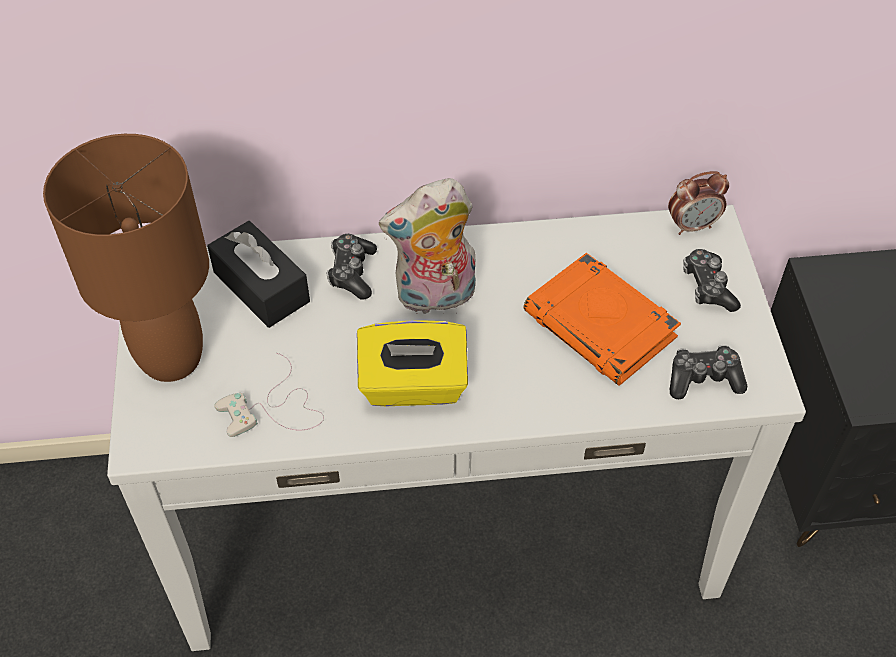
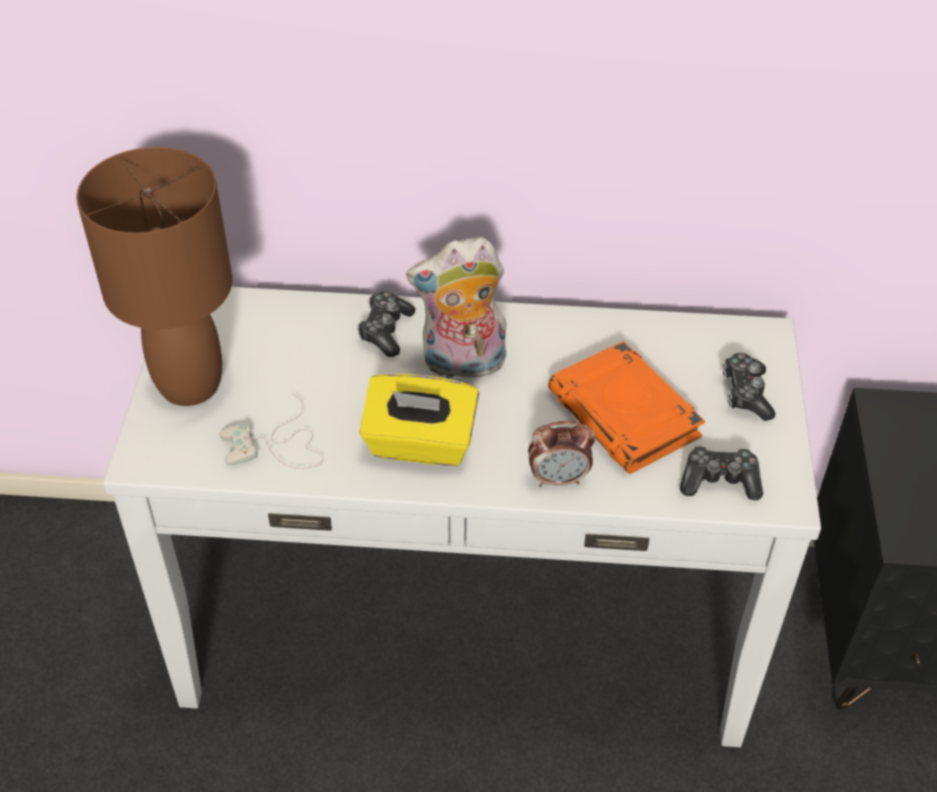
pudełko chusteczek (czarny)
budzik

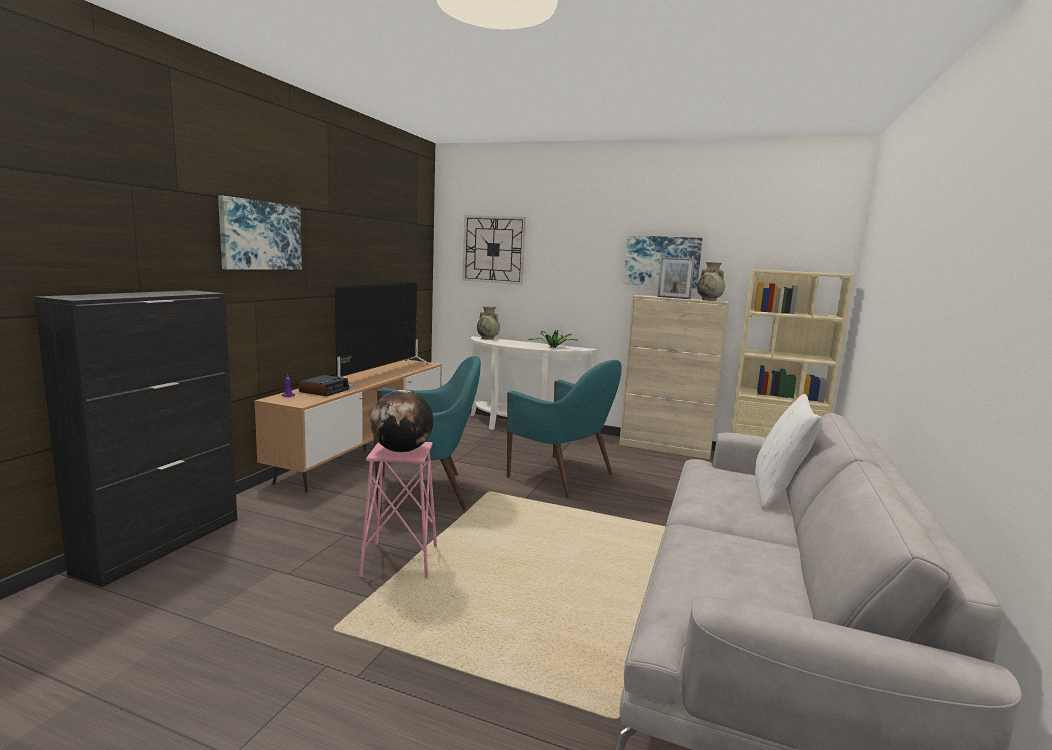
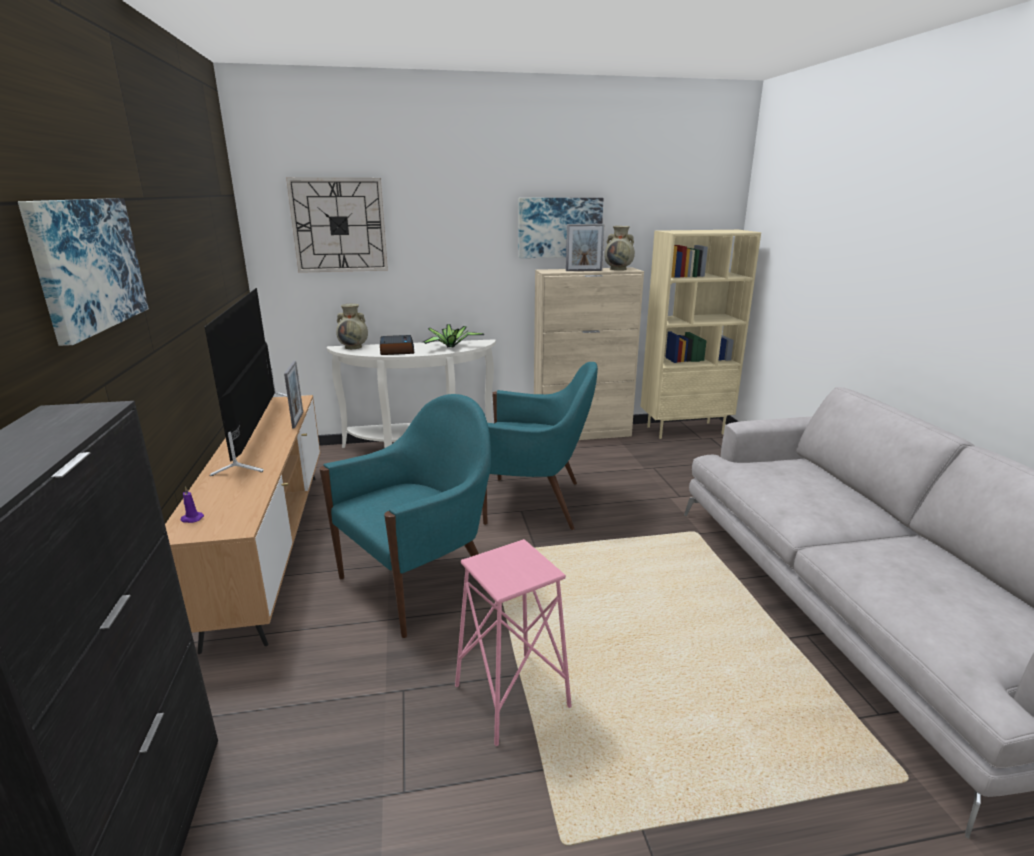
budzik
globus
poduszka (biały)
ramka na zdjęcie (1st from left)

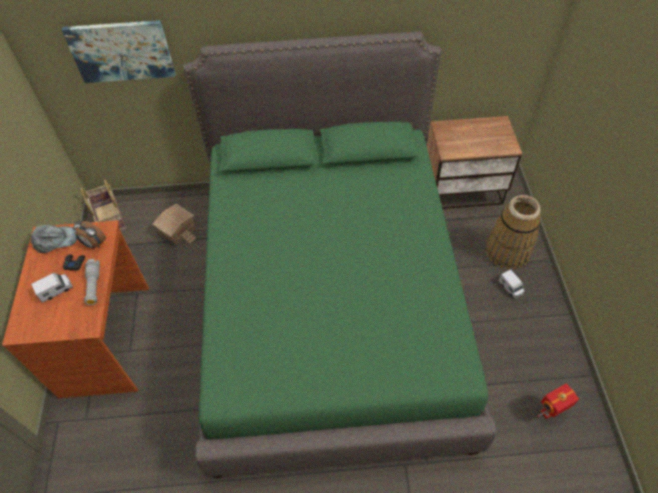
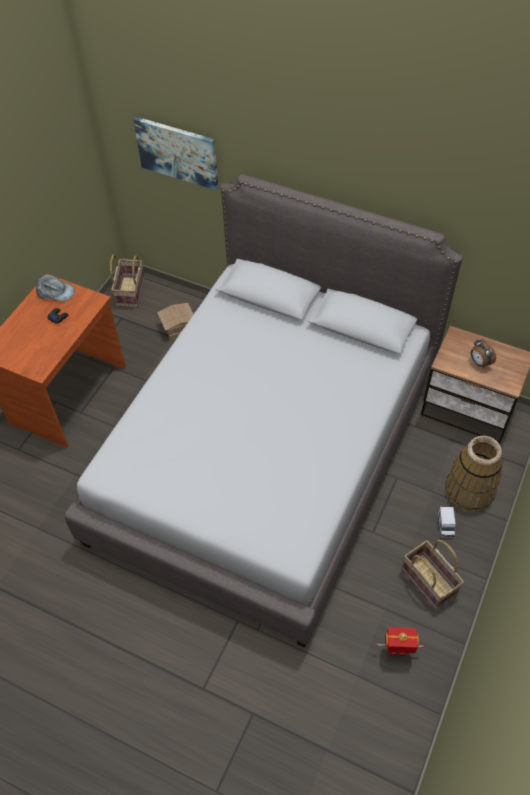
ciężarówka zabawkowa (1st from left in the first image)
budzik
latarka (szary)
łóżko (szary)
koszyk (2nd from left)

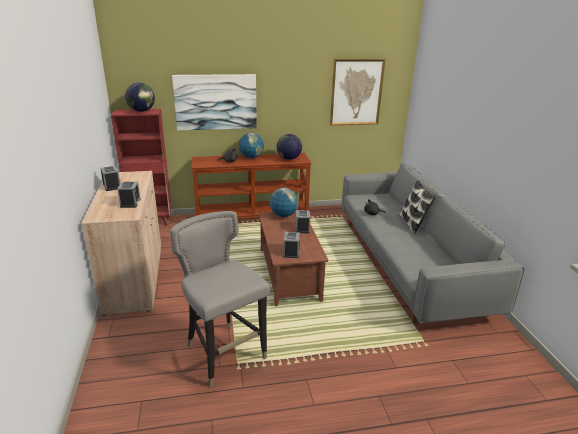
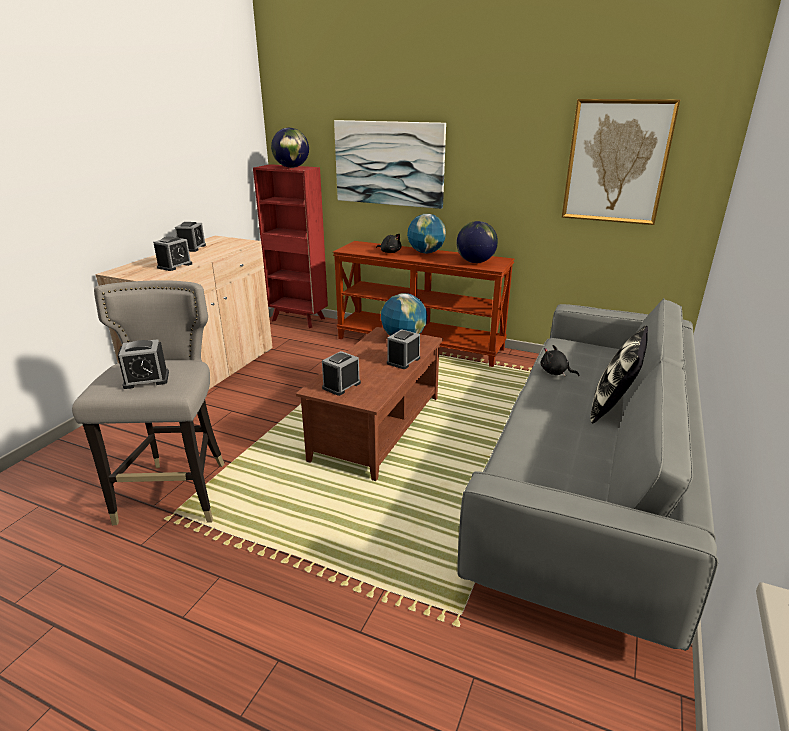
budzik (1st from left)

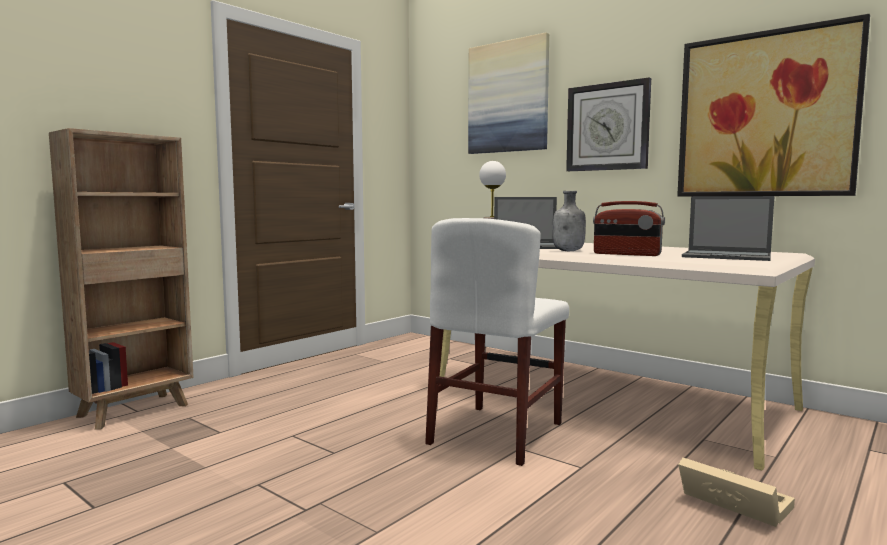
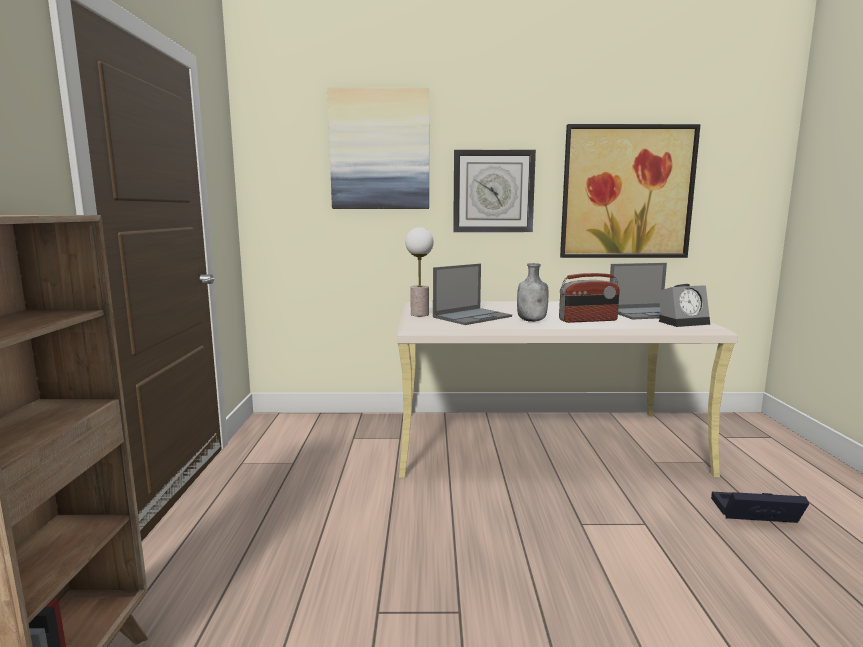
krzesło (biały)
pojemnik do przechowywania (czarny)
budzik

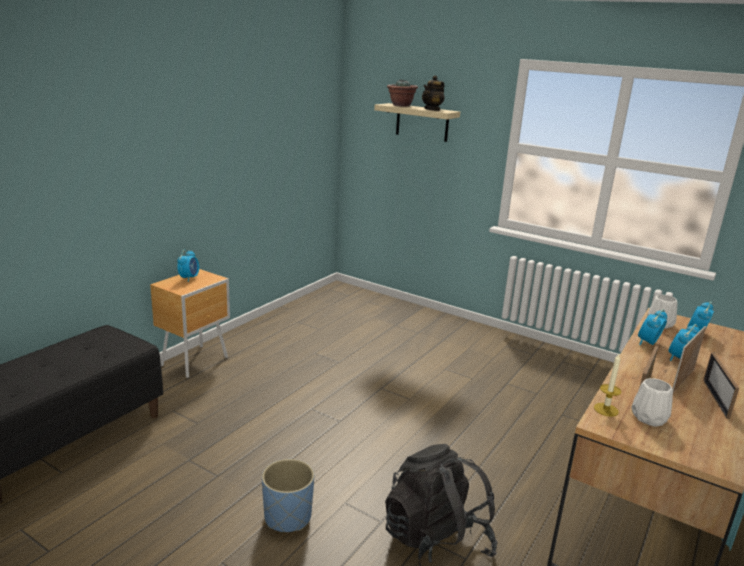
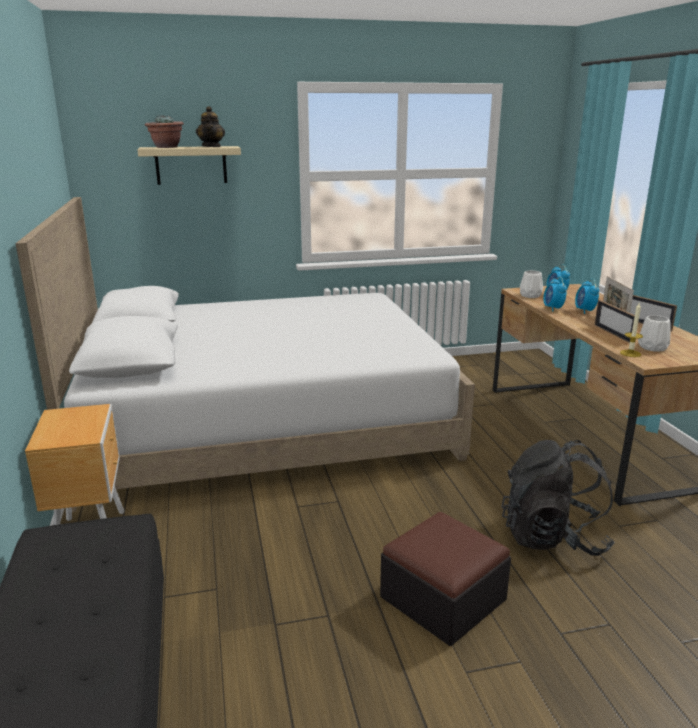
budzik (1st from left in the first image)
pufa
łóżko (biały)

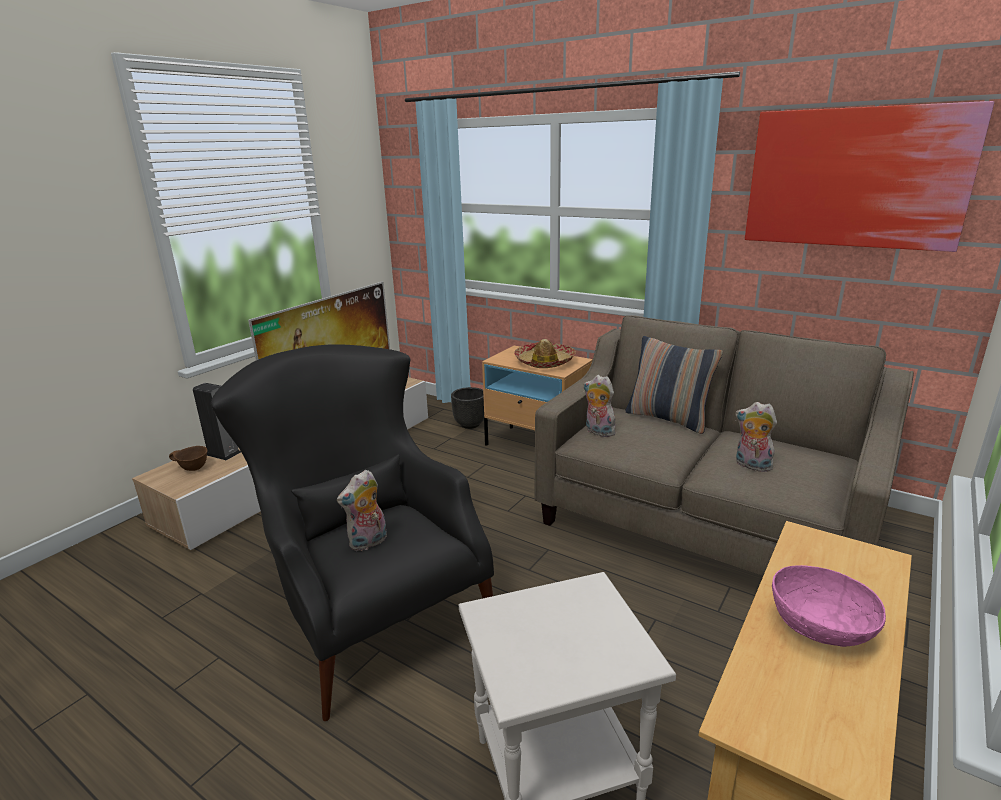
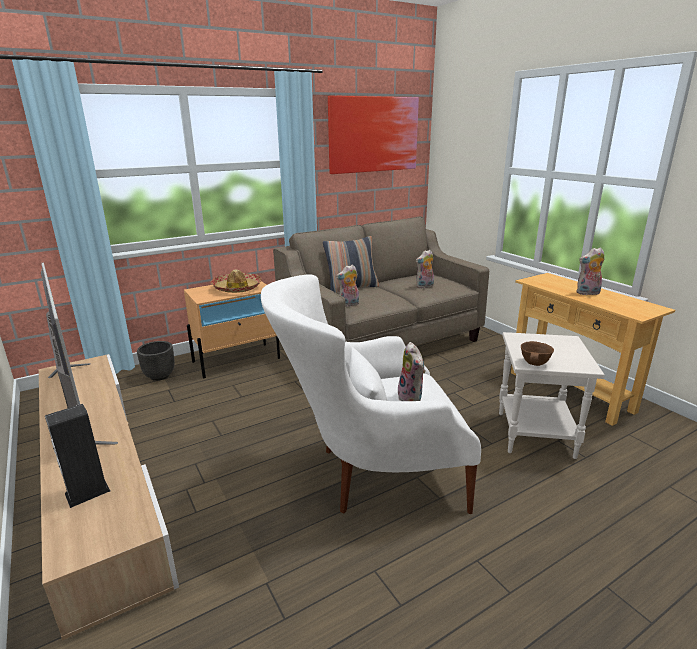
miska (brązowy)
fotel (biały)
pluszak (4th from left)

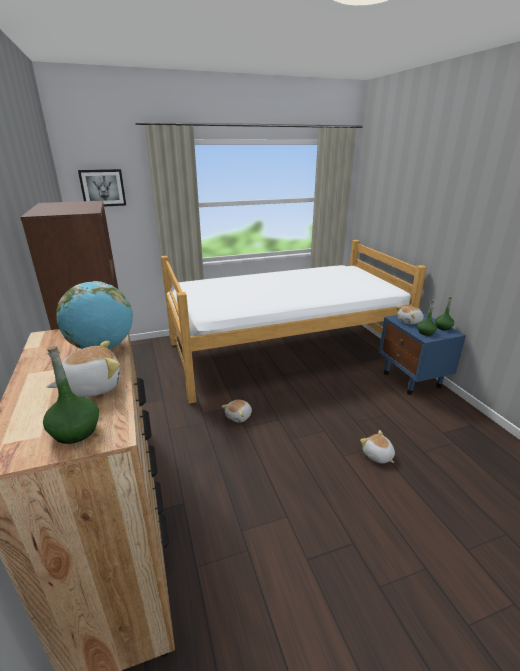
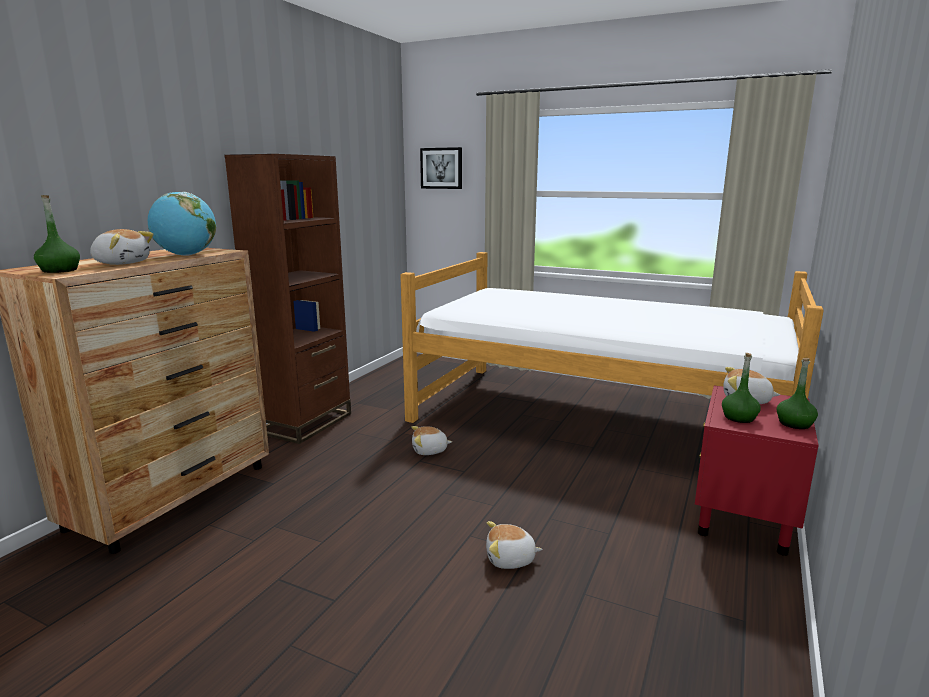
pluszak (3rd from left)
szafka nocna (czerwony)

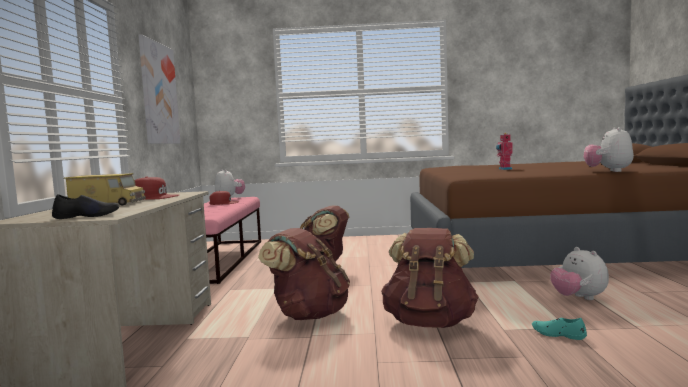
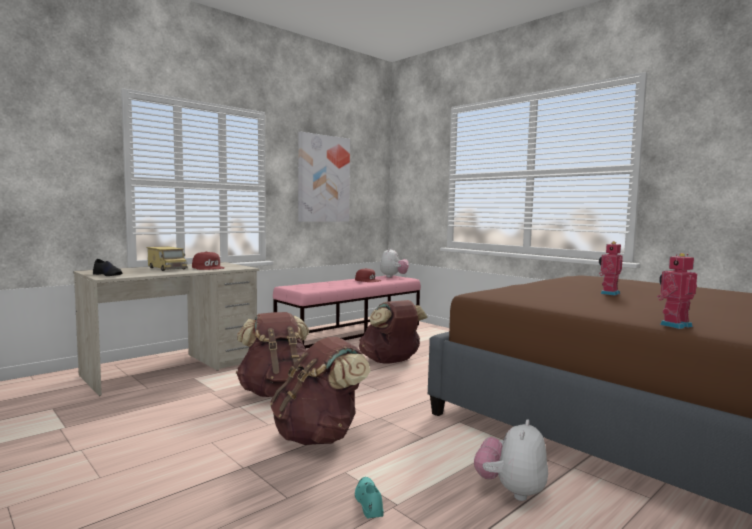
robot zabawkowy (2nd from left)

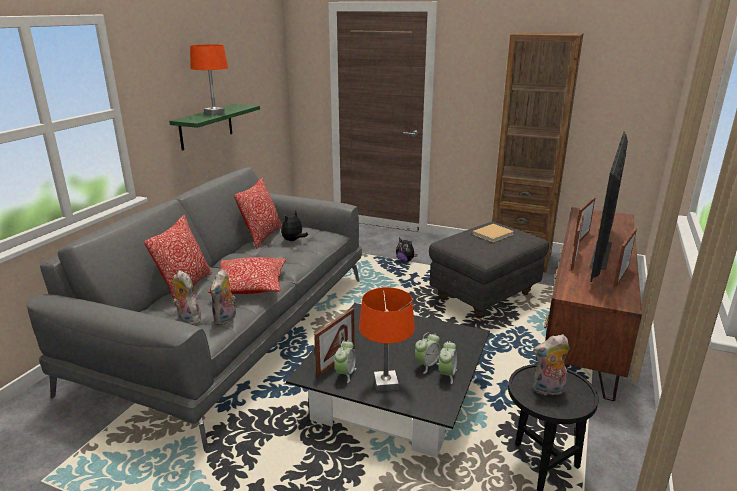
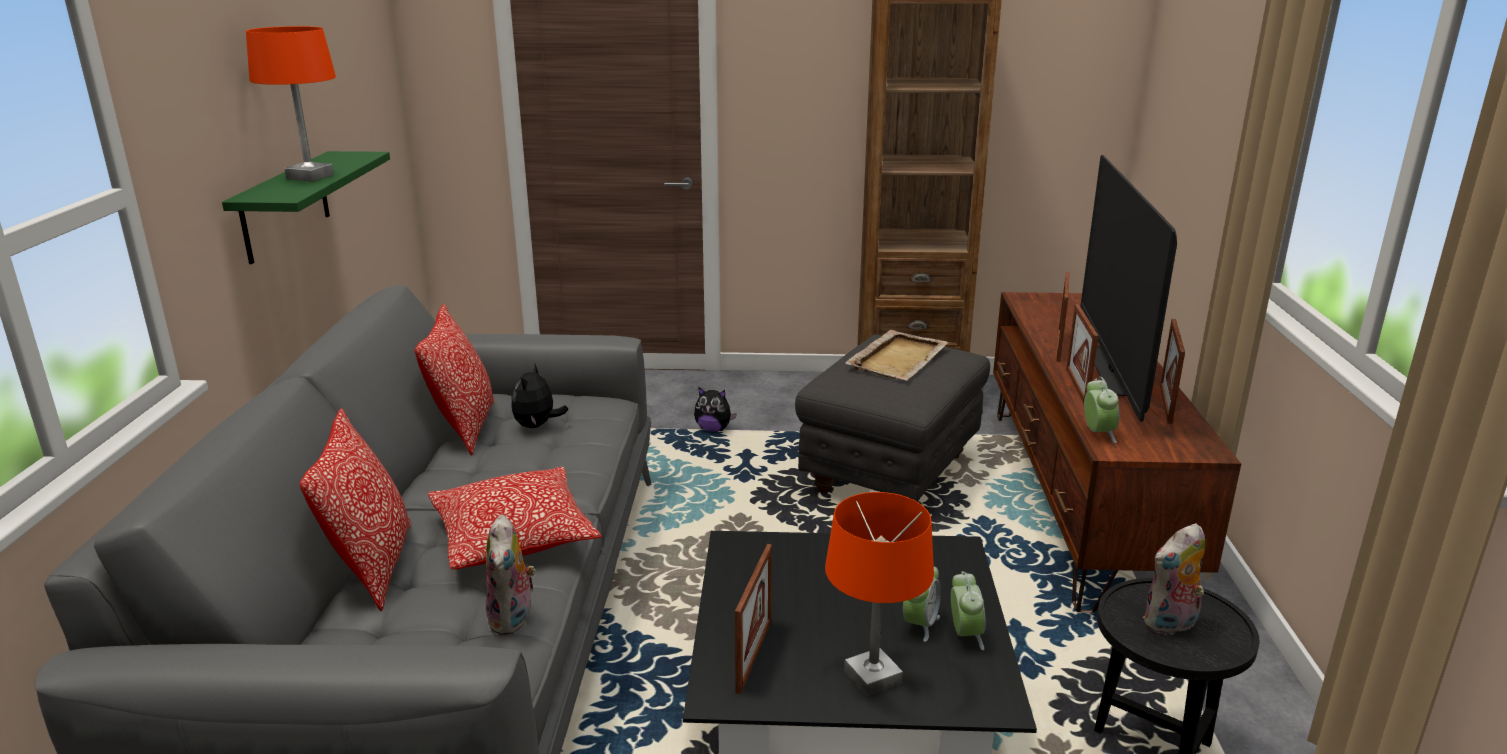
pluszak (1st from left in the first image)
budzik (3rd from left)
taca (beżowy)

